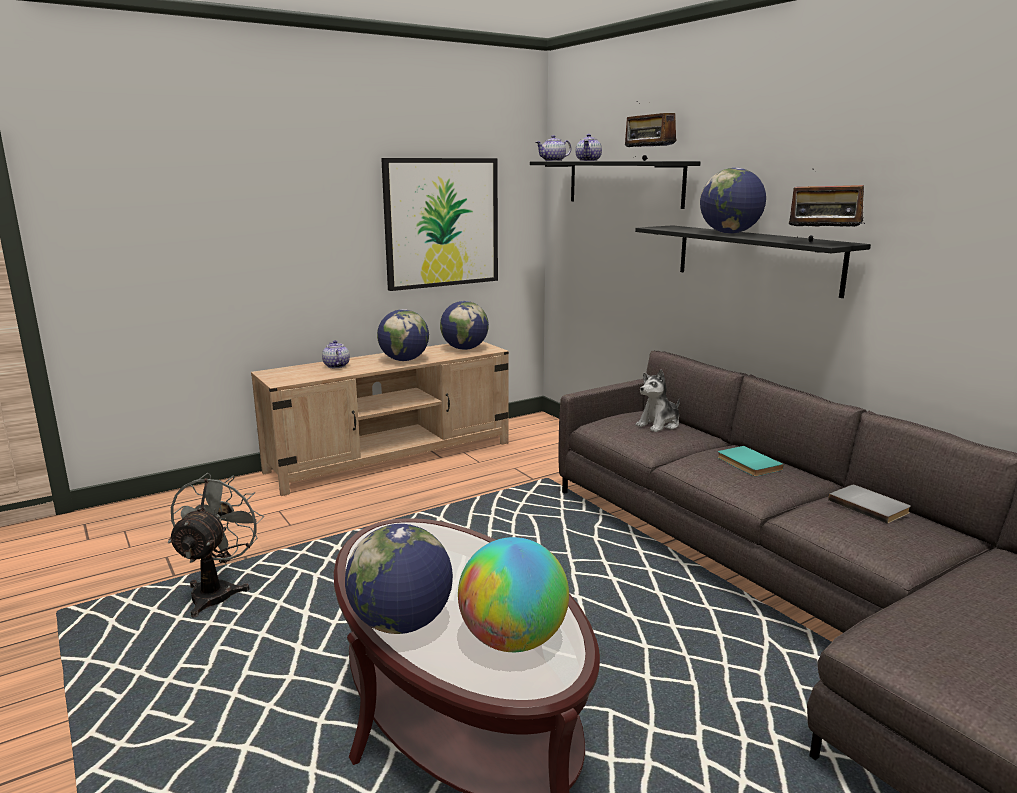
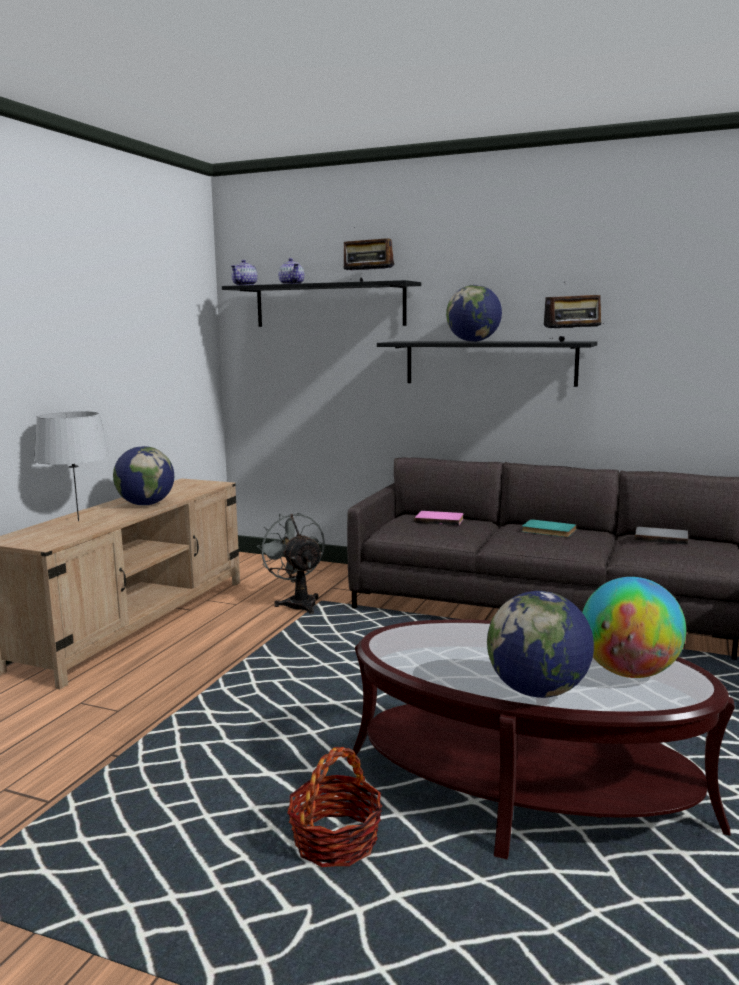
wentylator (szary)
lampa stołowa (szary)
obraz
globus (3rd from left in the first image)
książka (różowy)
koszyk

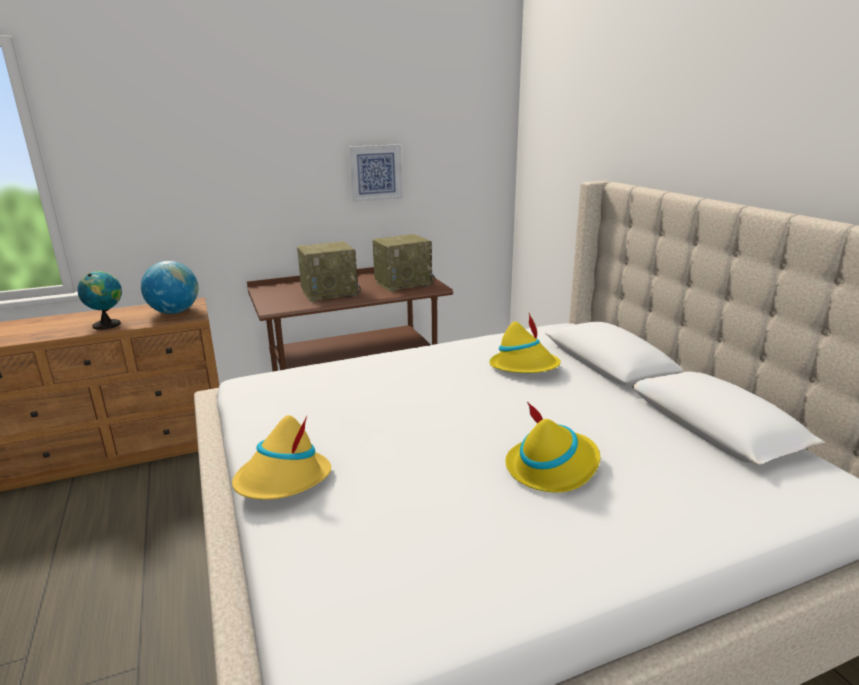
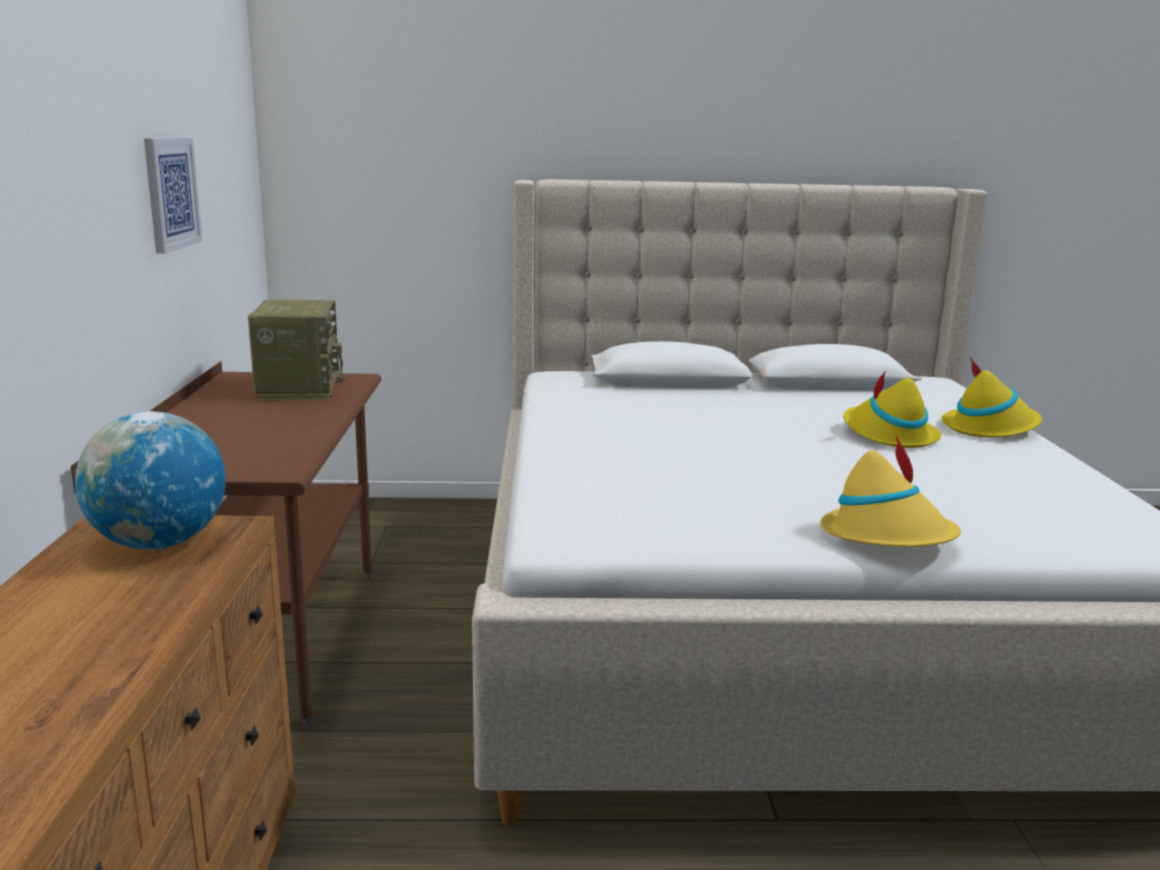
globus (1st from left in the first image)
radio (1st from left in the first image)
kapelusz (żółty) (3rd from left)

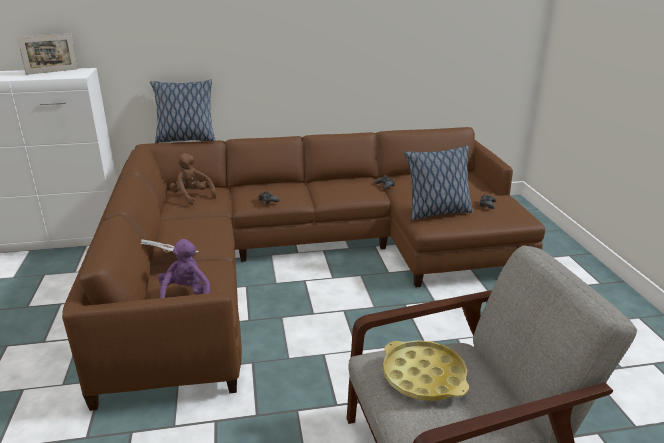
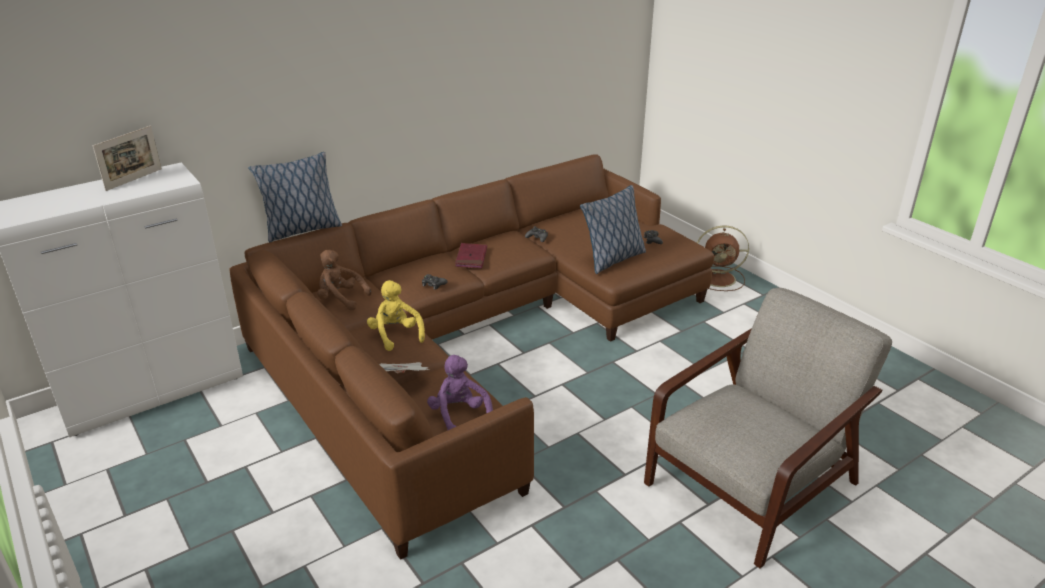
taca (żółty)
pluszak (żółty)
książka (czerwony)
wentylator (brązowy)

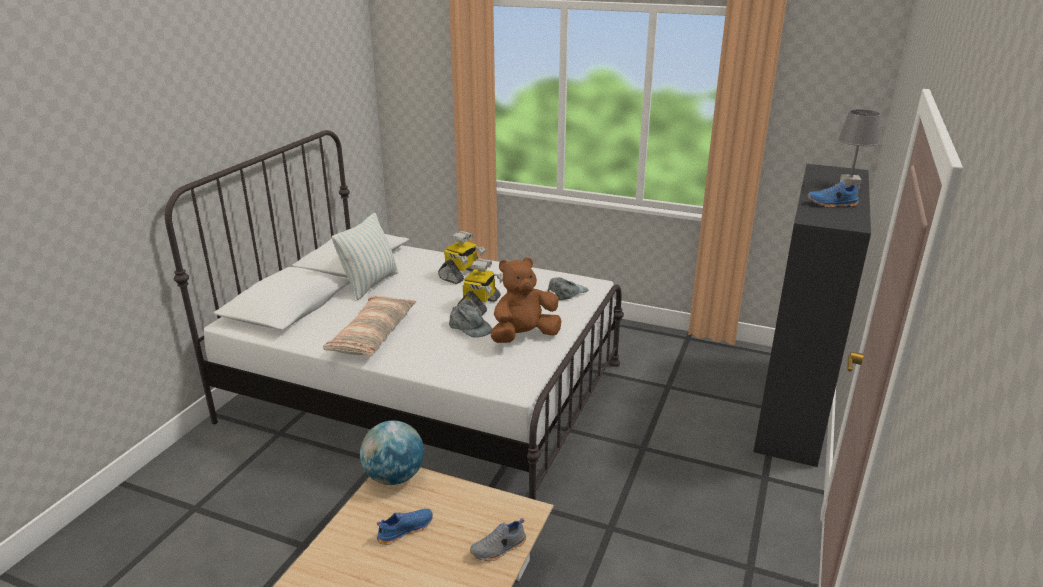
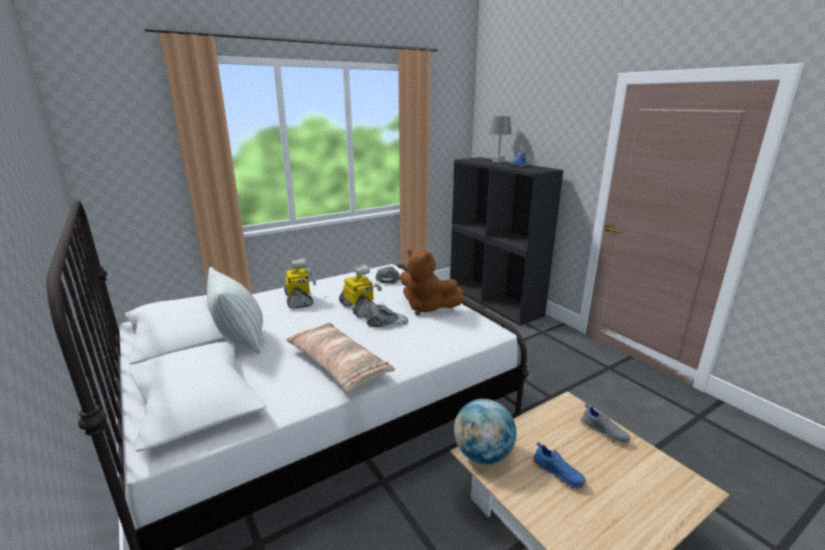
but (niebieski) (2nd from left)
but (szary)
pluszak (brązowy)

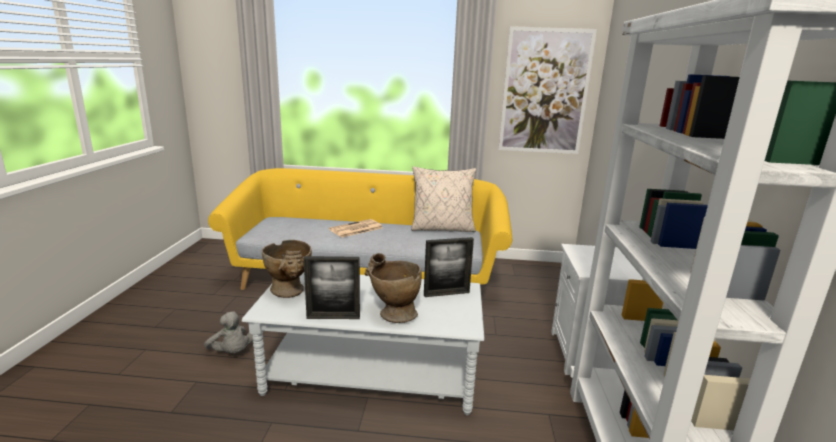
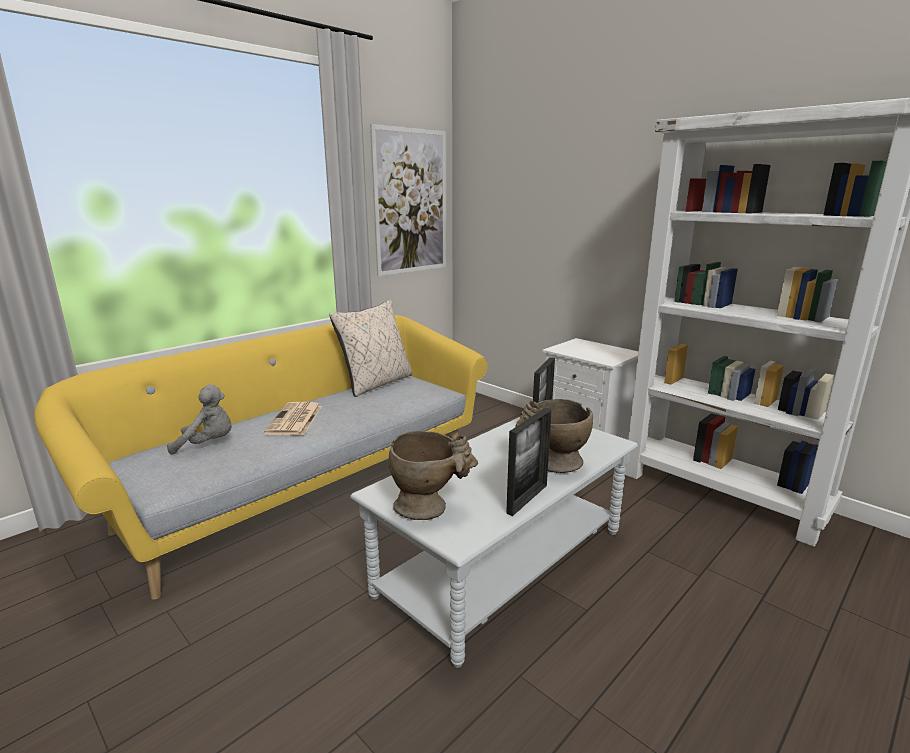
pluszak (szary)

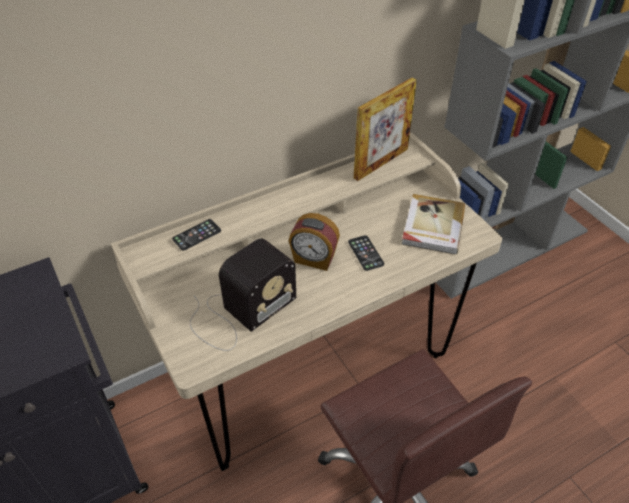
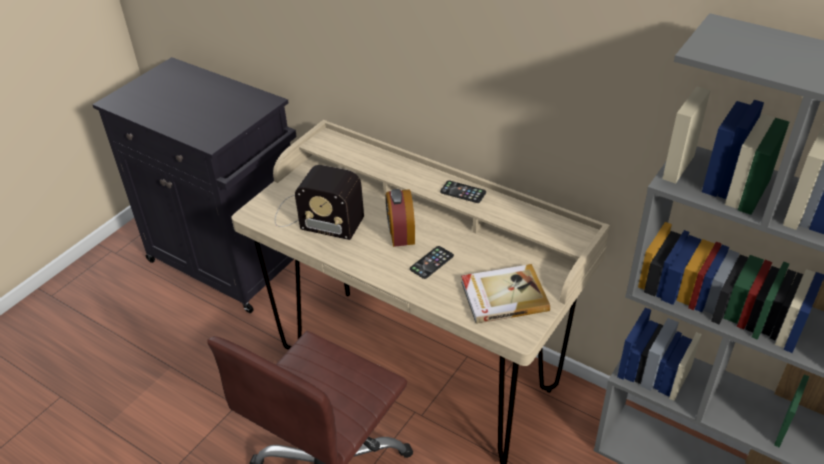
telefon (2nd from left)
ramka na zdjęcie

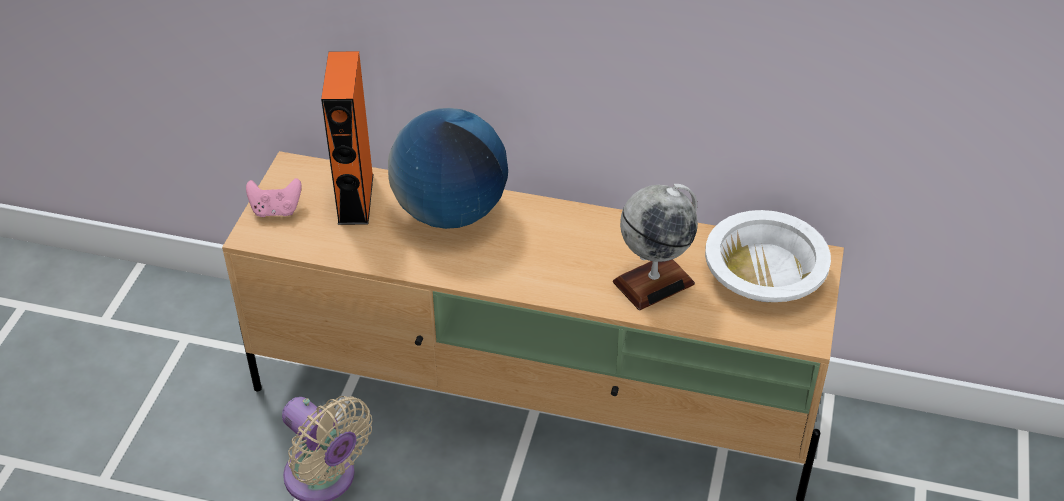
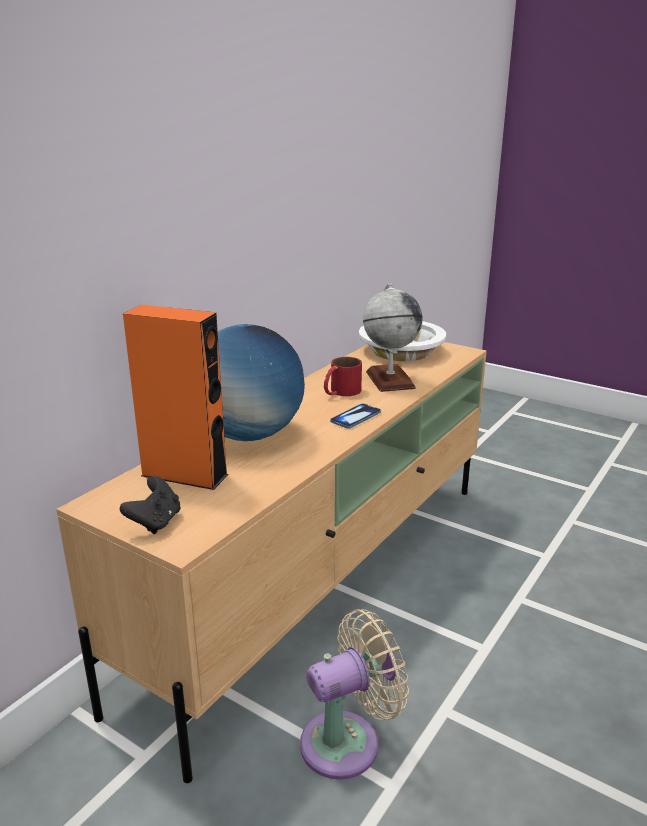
pad do gier (czarny)
kubek (czerwony)
telefon

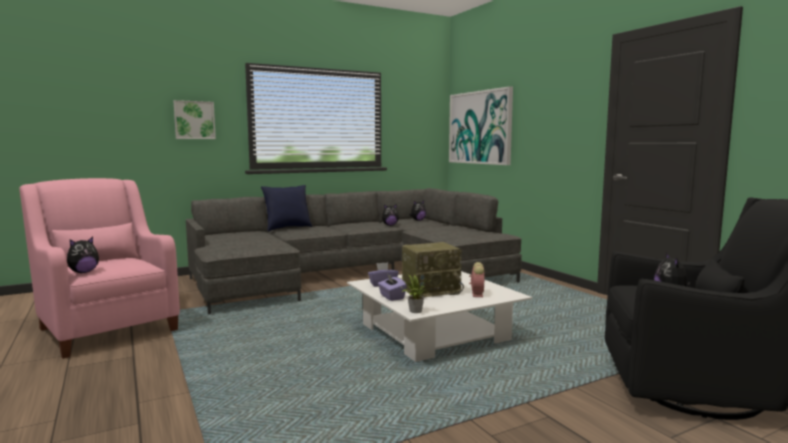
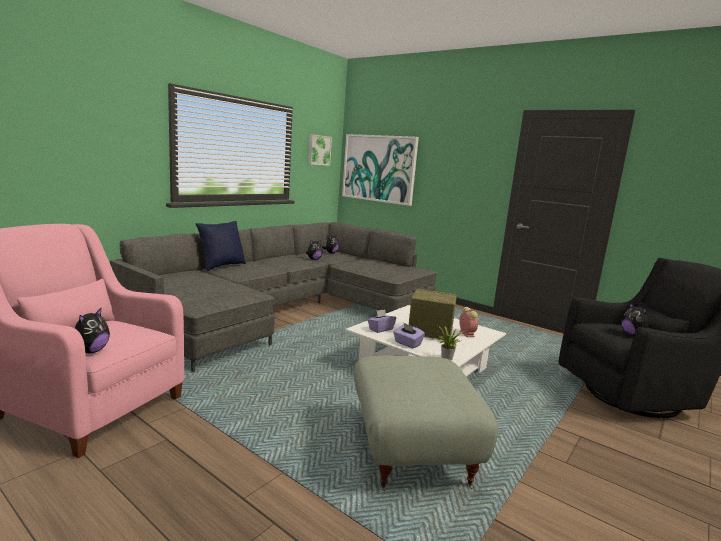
obraz (1st from left)
radio
pufa (szary)

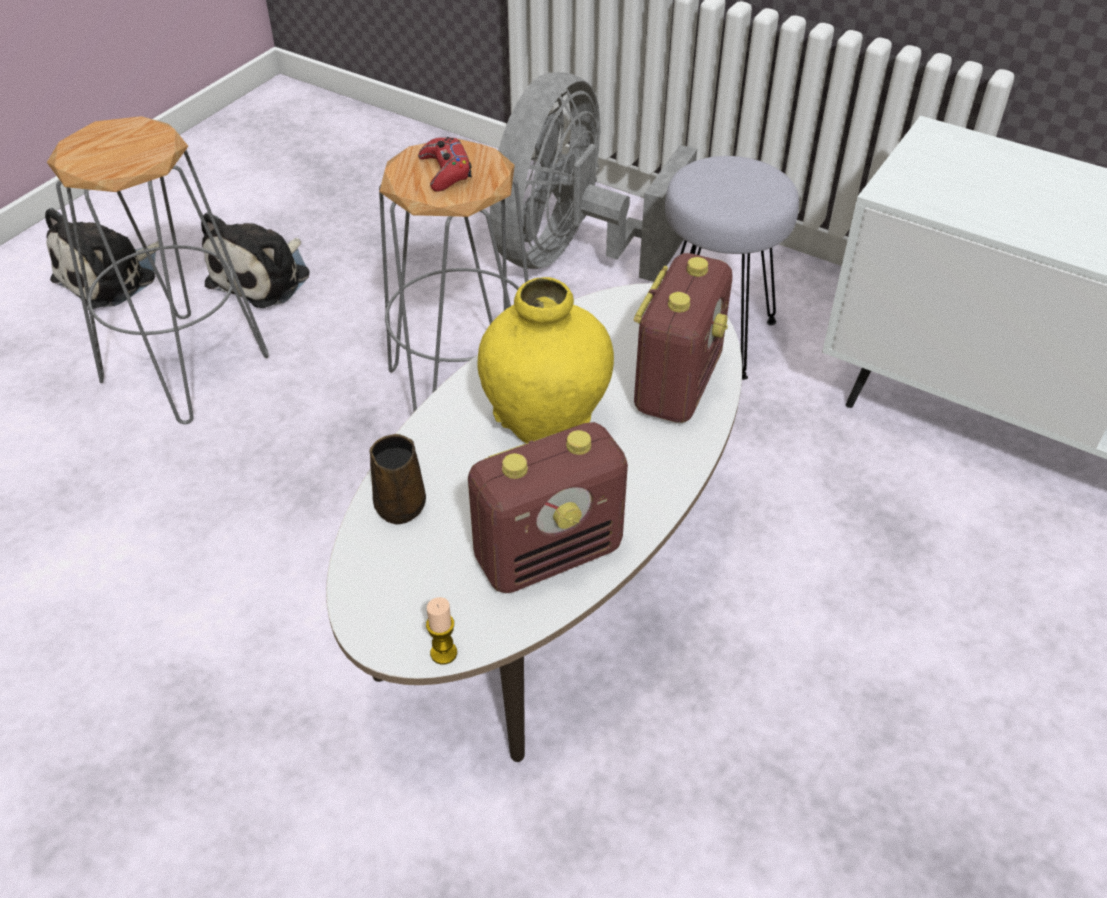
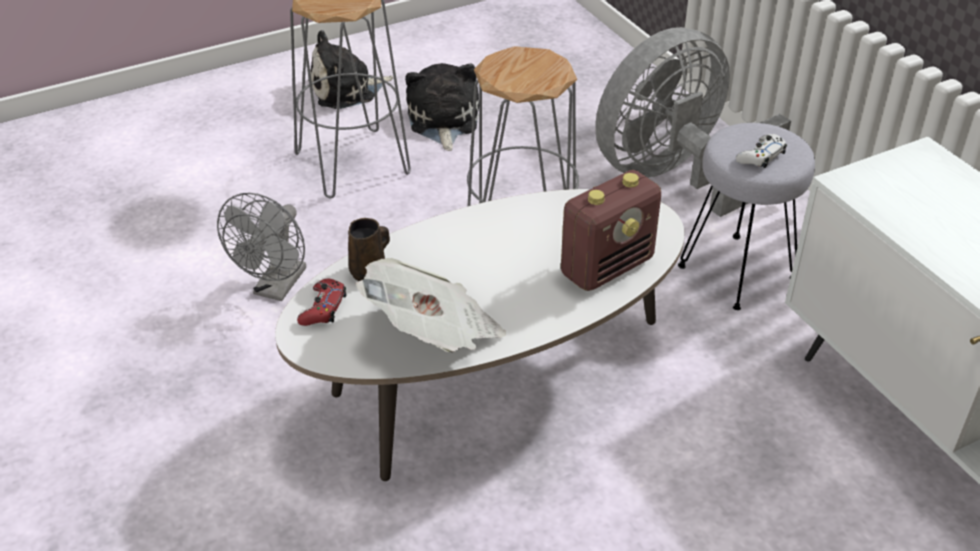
pluszak (2nd from left)
pad do gier (czerwony)
świeca
gazeta
wazon (żółty)
wentylator (szary) (1st from left)
pad do gier (biały)

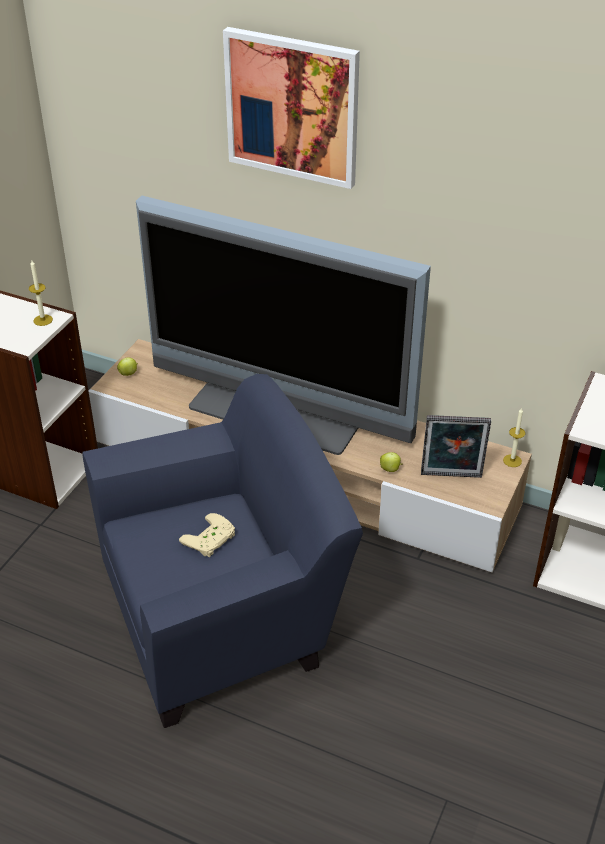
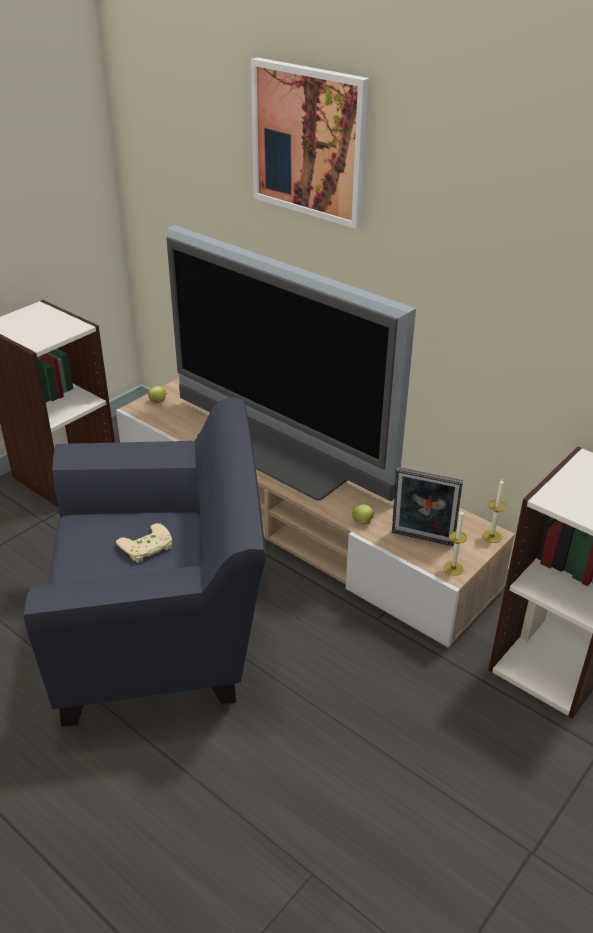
świeca (1st from left)

